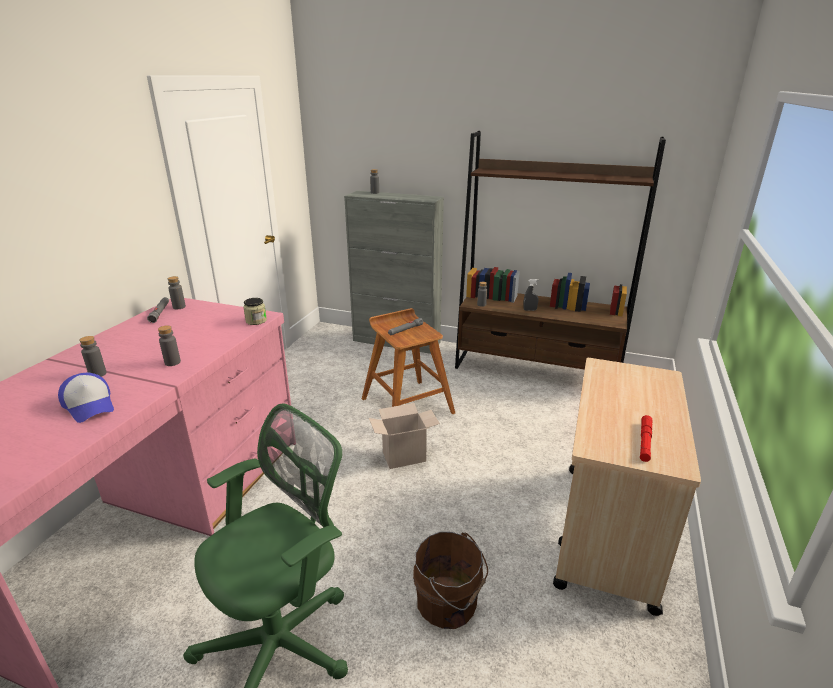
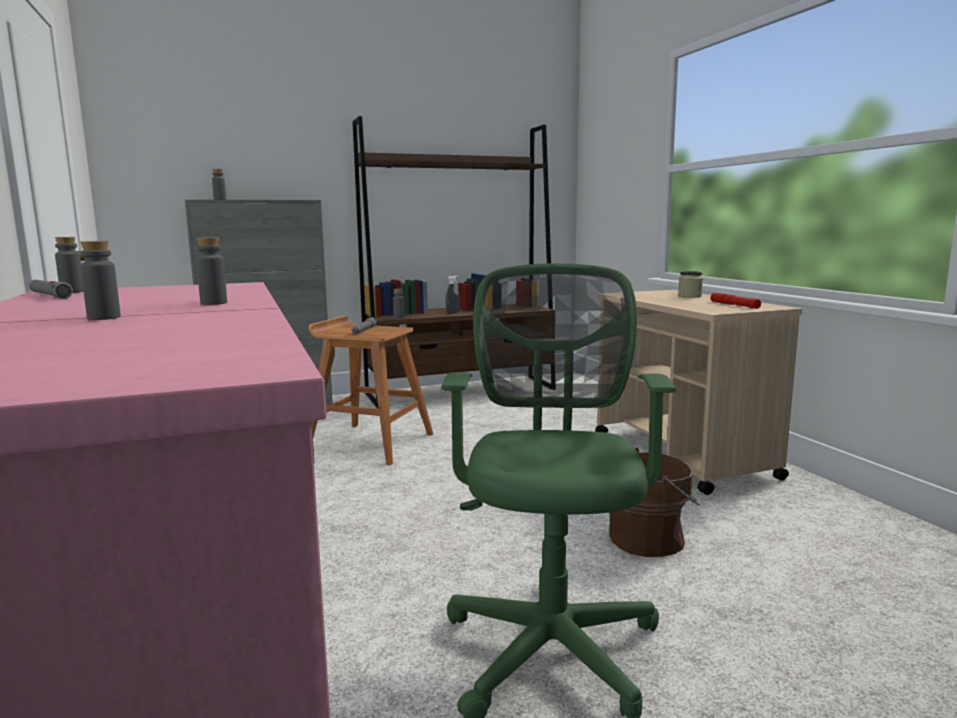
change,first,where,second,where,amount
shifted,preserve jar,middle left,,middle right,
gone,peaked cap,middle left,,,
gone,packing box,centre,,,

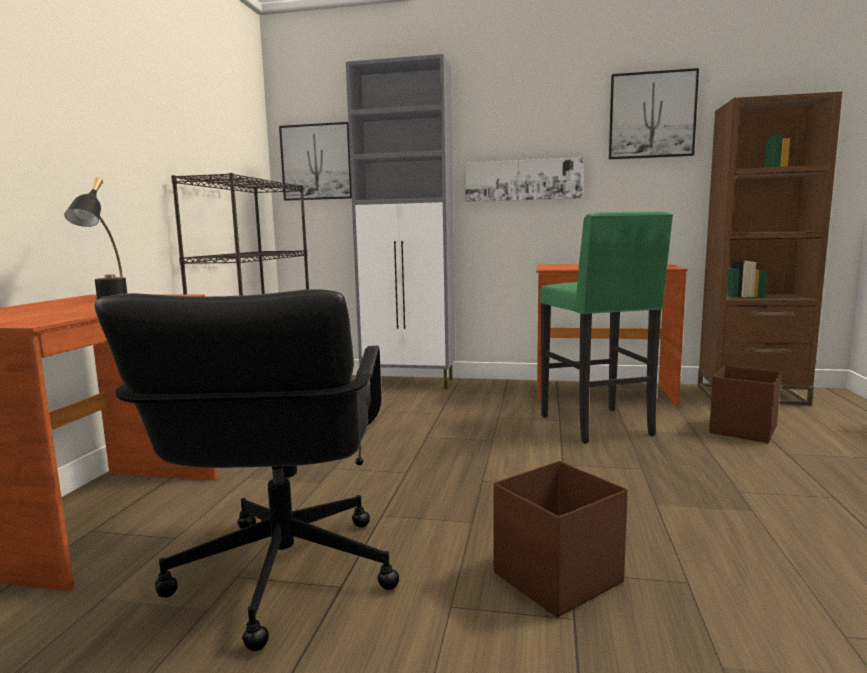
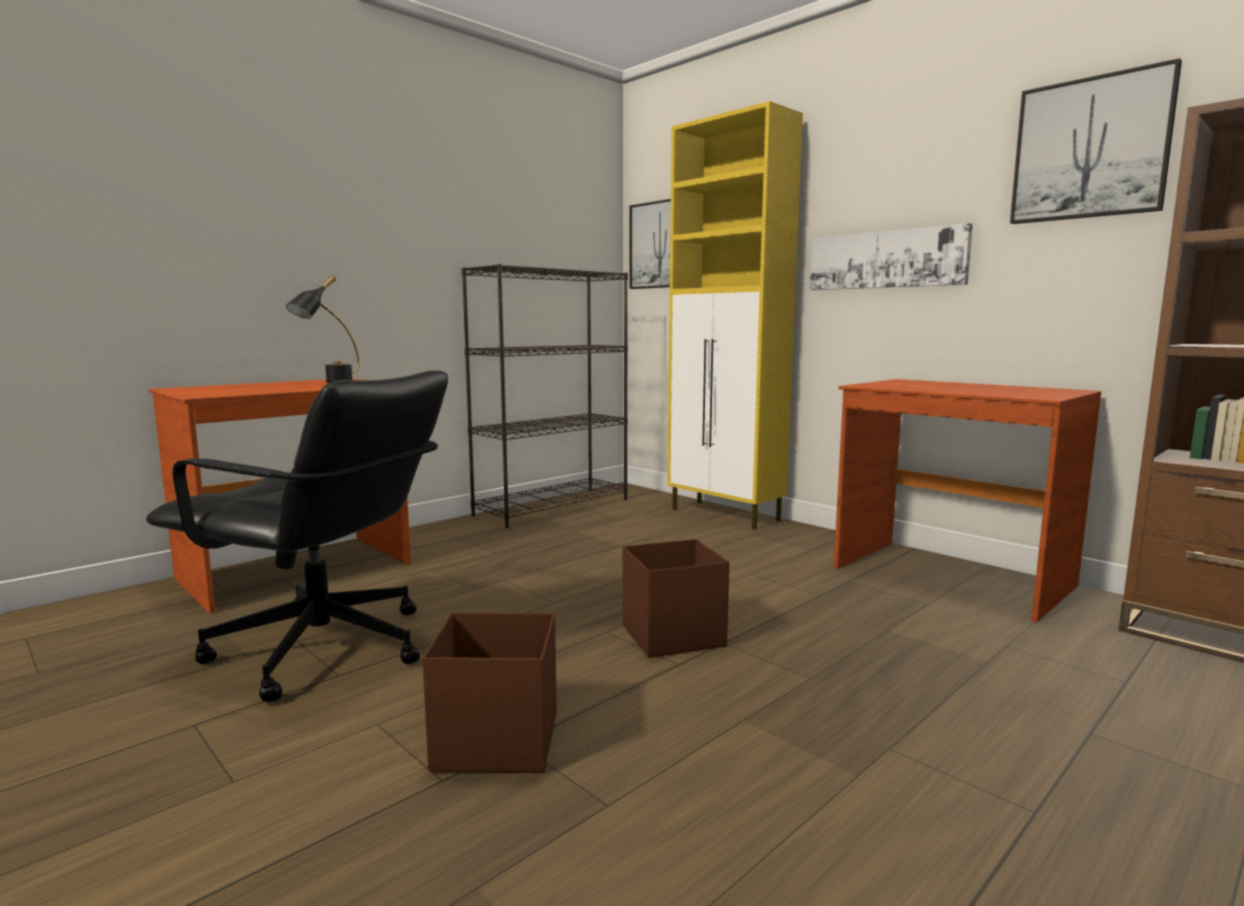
change,first,where,second,where,amount
repainted,cabinet in grey,top centre,cabinet in yellowish,centre,
gone,stool in green,middle right,,,
rotated,computer chair in black,bottom left,,middle left,105 degrees counterclockwise
shifted,storage container in brownish (no. 2 from left),middle right,,centre,

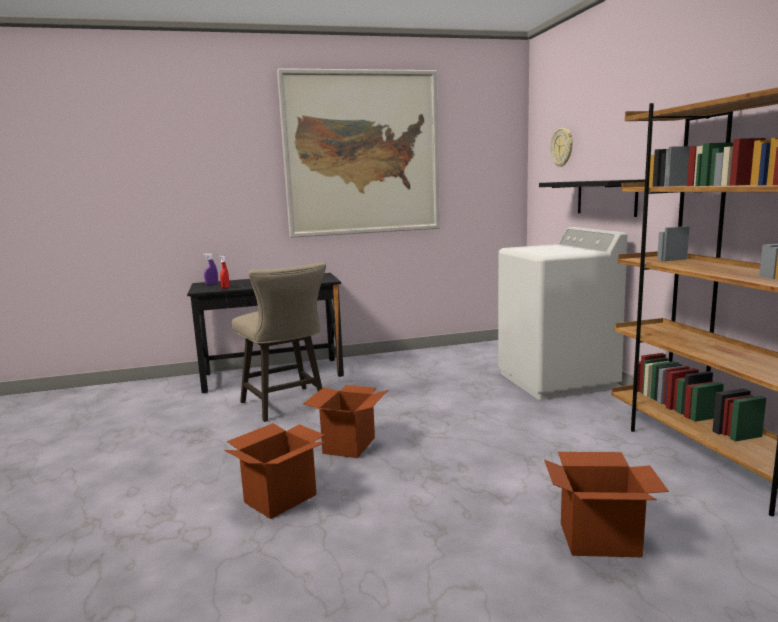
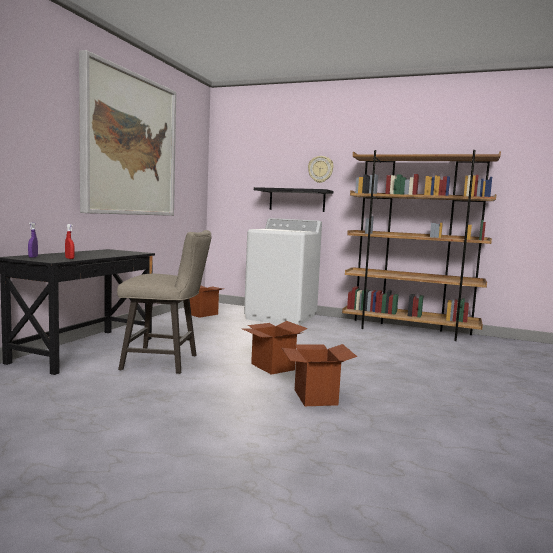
change,first,where,second,where,amount
shifted,wall clock,top right,,top centre,
shifted,packing box (no. 3 from left in the first image),bottom right,packing box (no. 1 from left),centre,

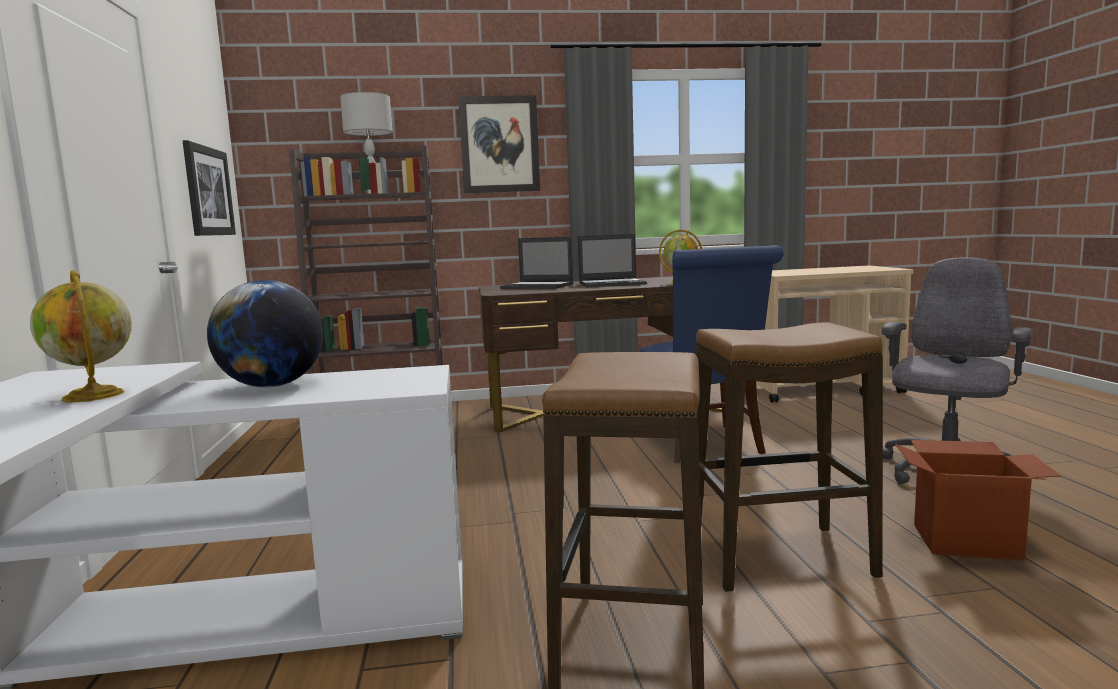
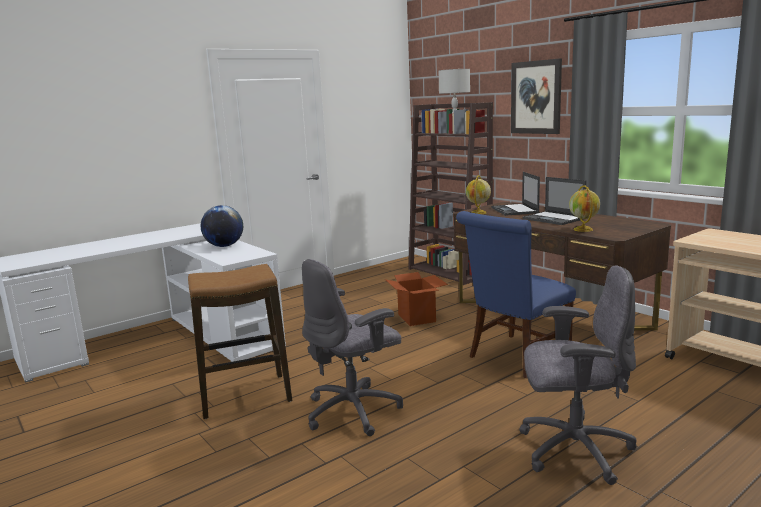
change,first,where,second,where,amount
gone,wall art (no. 1 from left),top left,,,
shifted,world globe (no. 1 from left in the first image),middle left,world globe (no. 2 from left),centre,
swapped,stool (no. 2 from left),middle right,computer chair in grey (no. 1 from left),bottom centre,
shifted,packing box,bottom right,,centre,

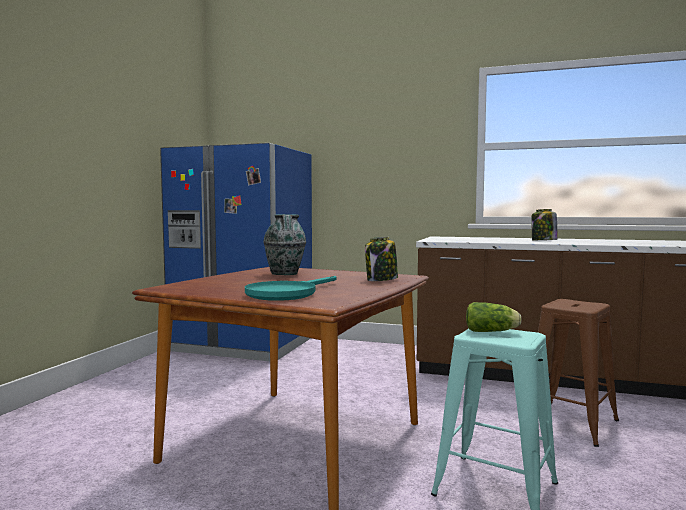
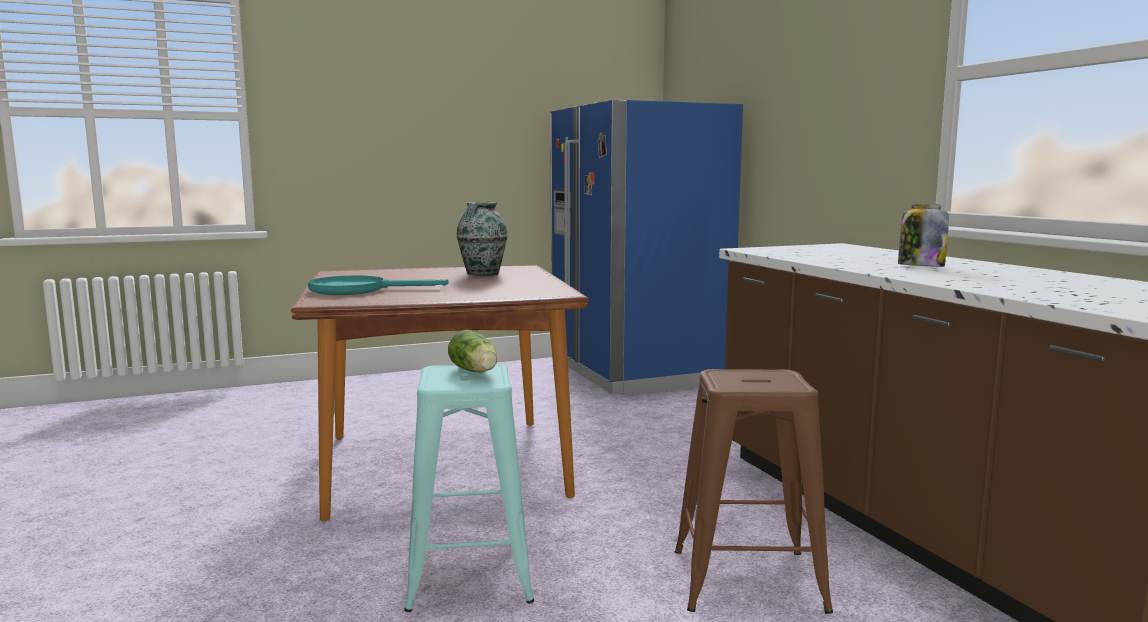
change,first,where,second,where,amount
gone,preserve jar (no. 1 from left),centre,,,

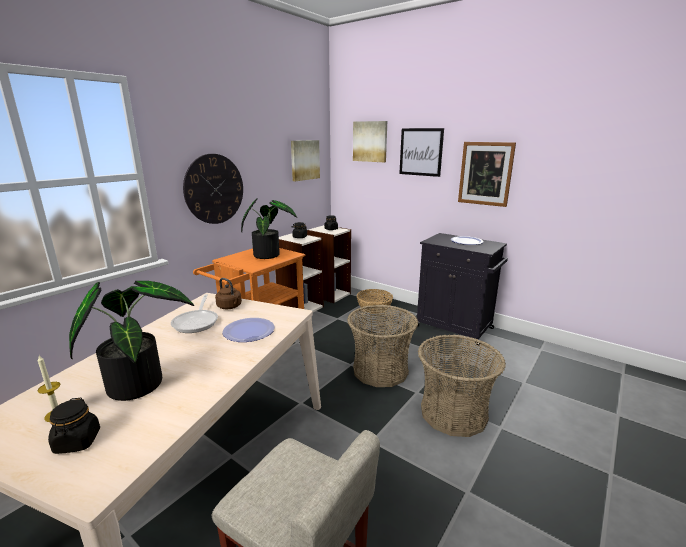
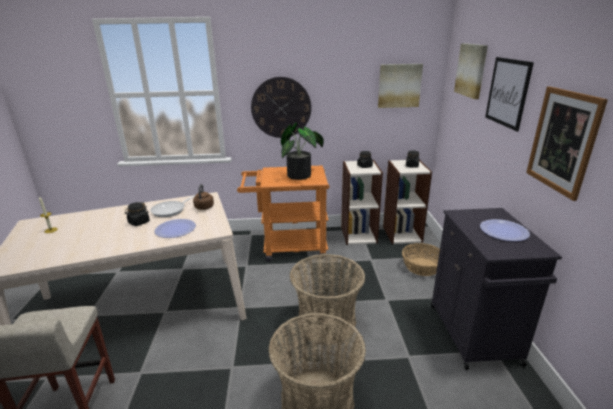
change,first,where,second,where,amount
gone,potted plant (no. 1 from left),middle left,,,
shifted,preserve jar in black (no. 1 from left),bottom left,,middle left,

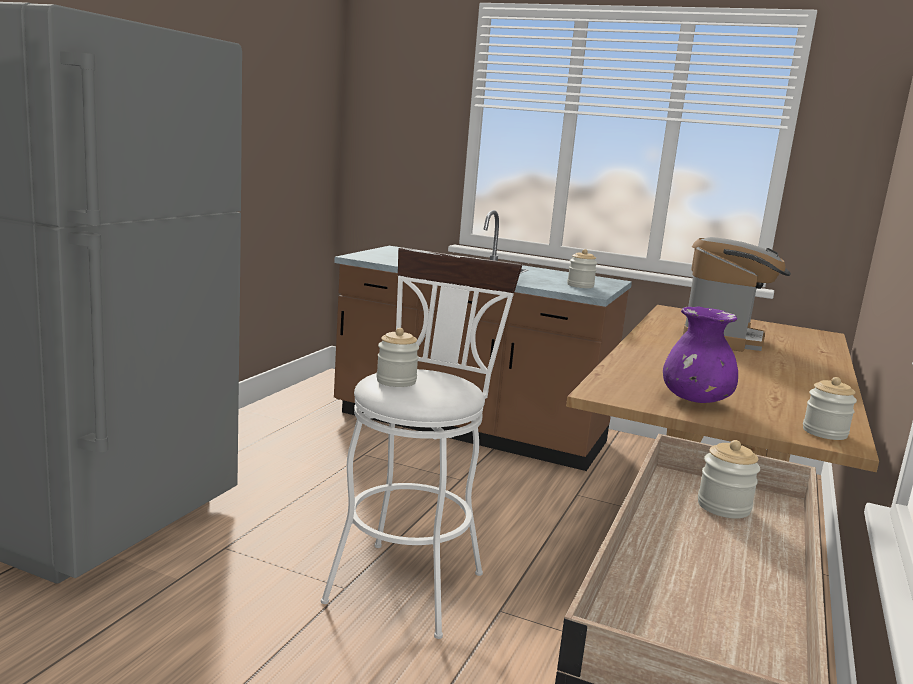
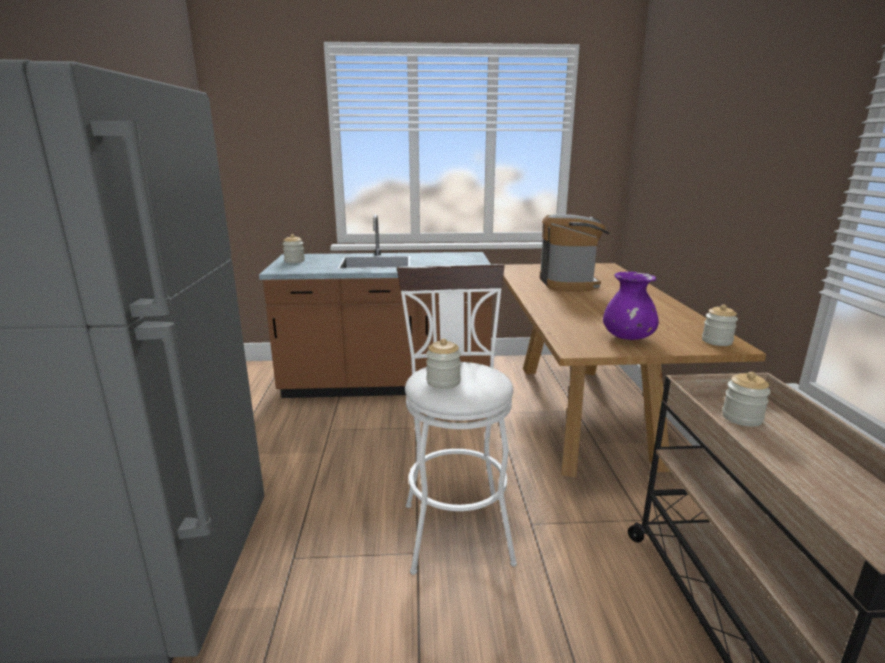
change,first,where,second,where,amount
shifted,preserve jar (no. 2 from left in the first image),centre,preserve jar (no. 1 from left),middle left,

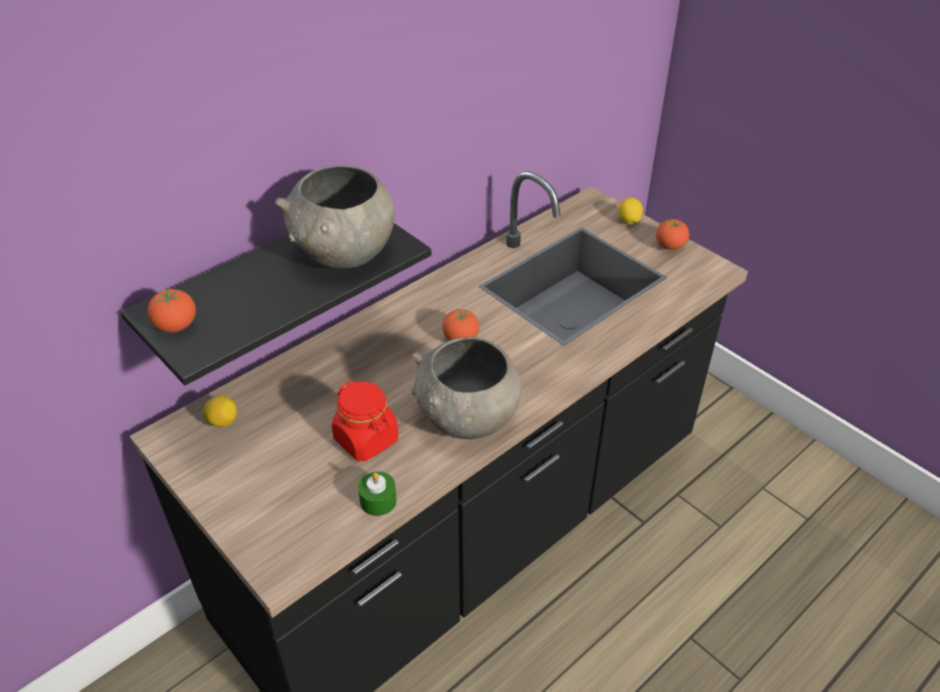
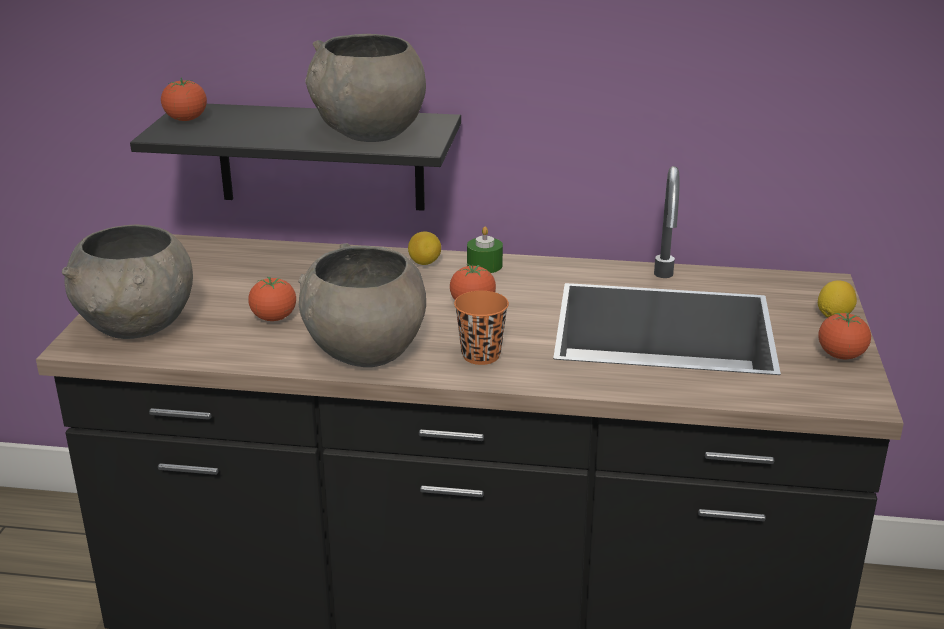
change,first,where,second,where,amount
swapped,preserve jar in reddish,centre,whole tomato (no. 2 from left),middle left,
shifted,lemon (no. 1 from left),middle left,,centre,
shifted,wax light in green,bottom centre,,centre,
new,,,deep dish in grey (no. 1 from left),middle left,
new,,,drinking cup in orange-coloured,centre,

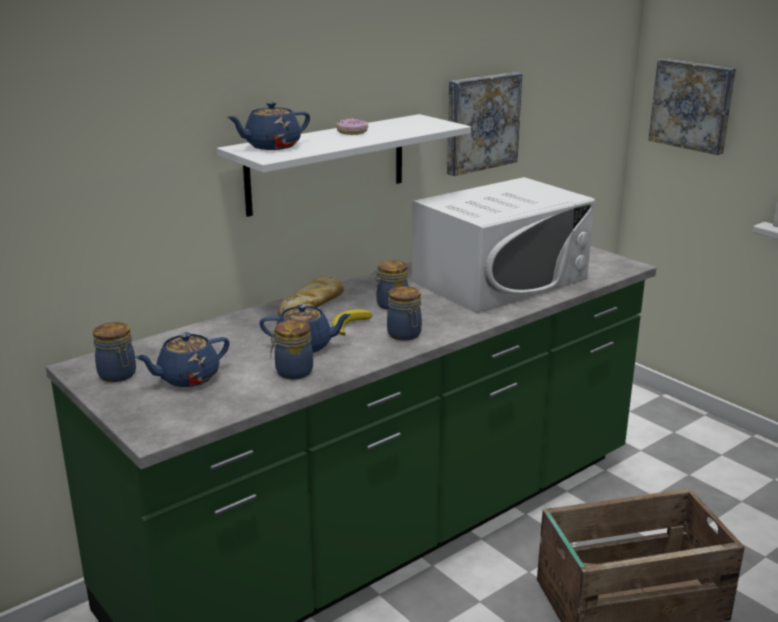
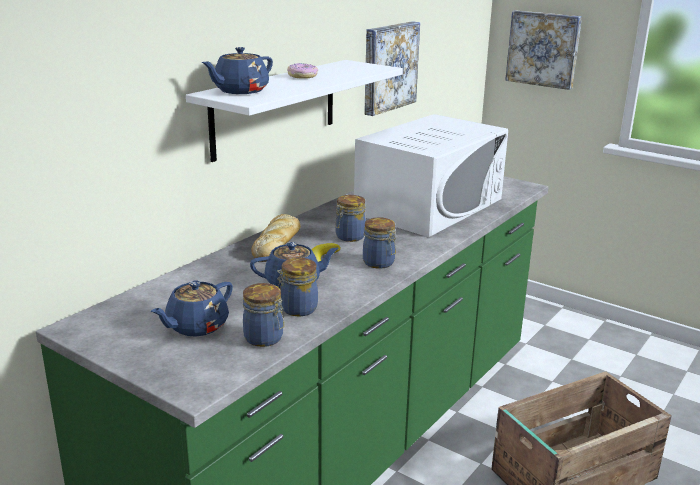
change,first,where,second,where,amount
shifted,preserve jar (no. 1 from left),middle left,,centre,

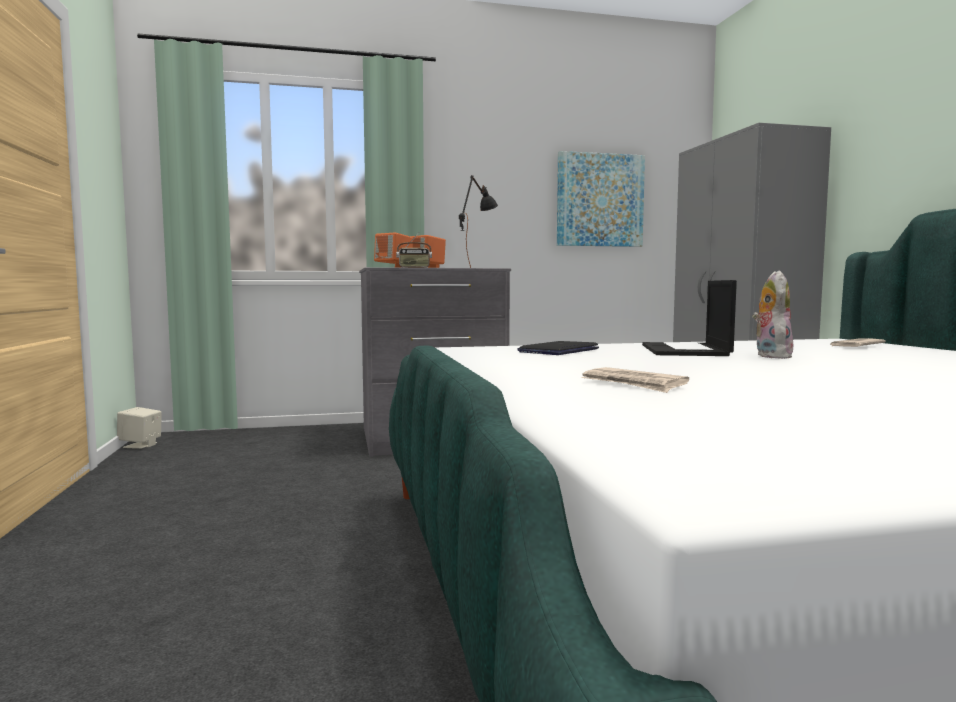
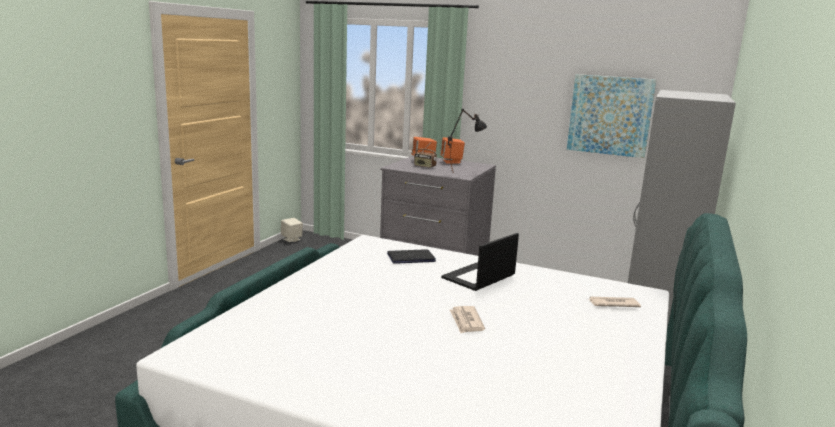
change,first,where,second,where,amount
gone,plush toy,middle right,,,
shifted,printed paper (no. 1 from left),centre,,bottom centre,

